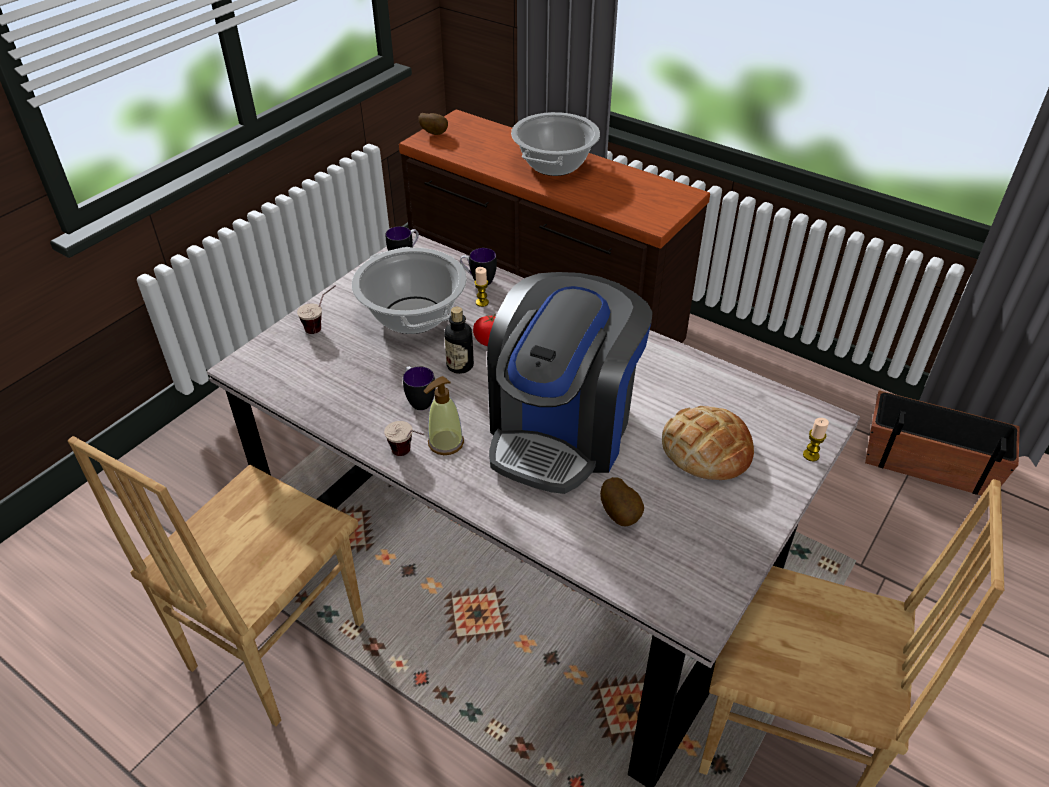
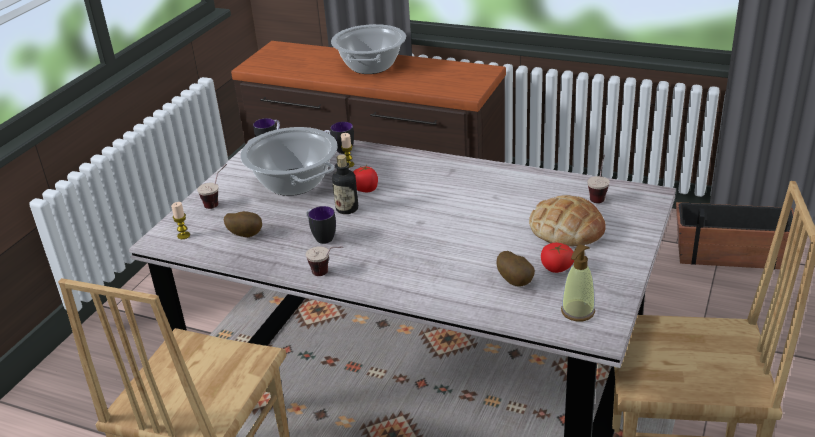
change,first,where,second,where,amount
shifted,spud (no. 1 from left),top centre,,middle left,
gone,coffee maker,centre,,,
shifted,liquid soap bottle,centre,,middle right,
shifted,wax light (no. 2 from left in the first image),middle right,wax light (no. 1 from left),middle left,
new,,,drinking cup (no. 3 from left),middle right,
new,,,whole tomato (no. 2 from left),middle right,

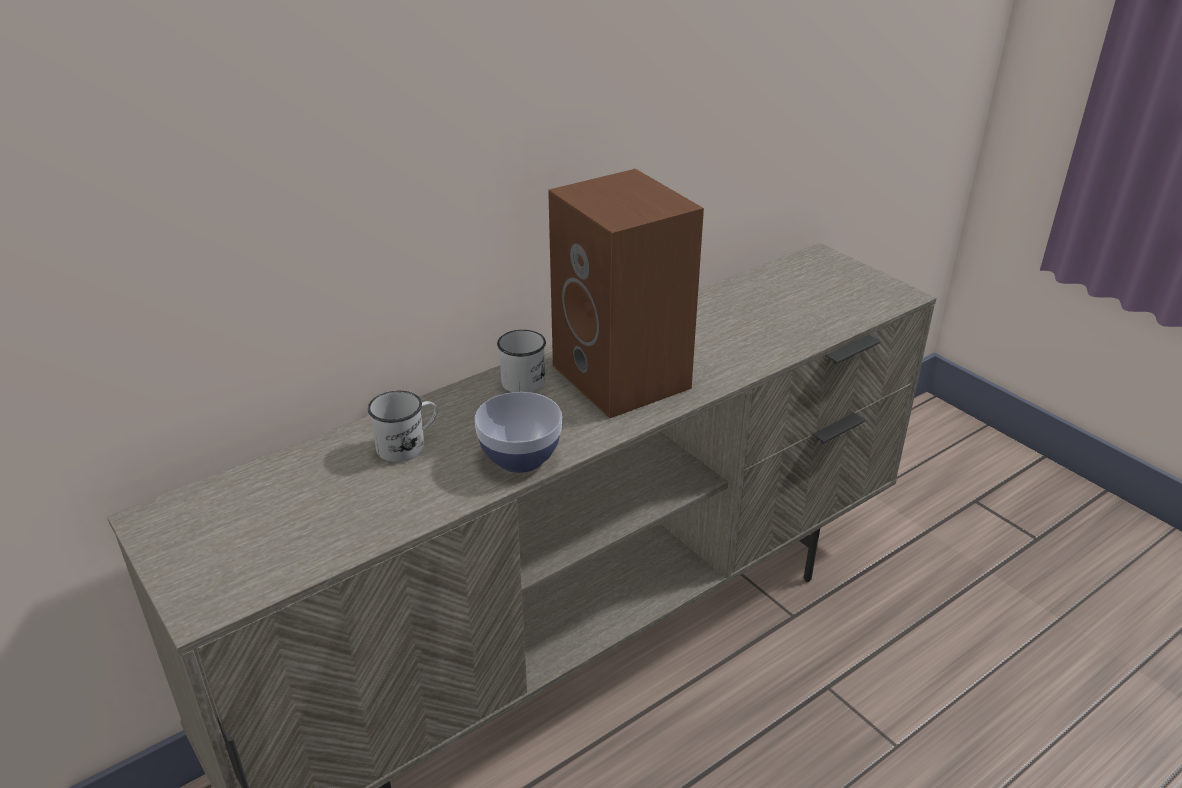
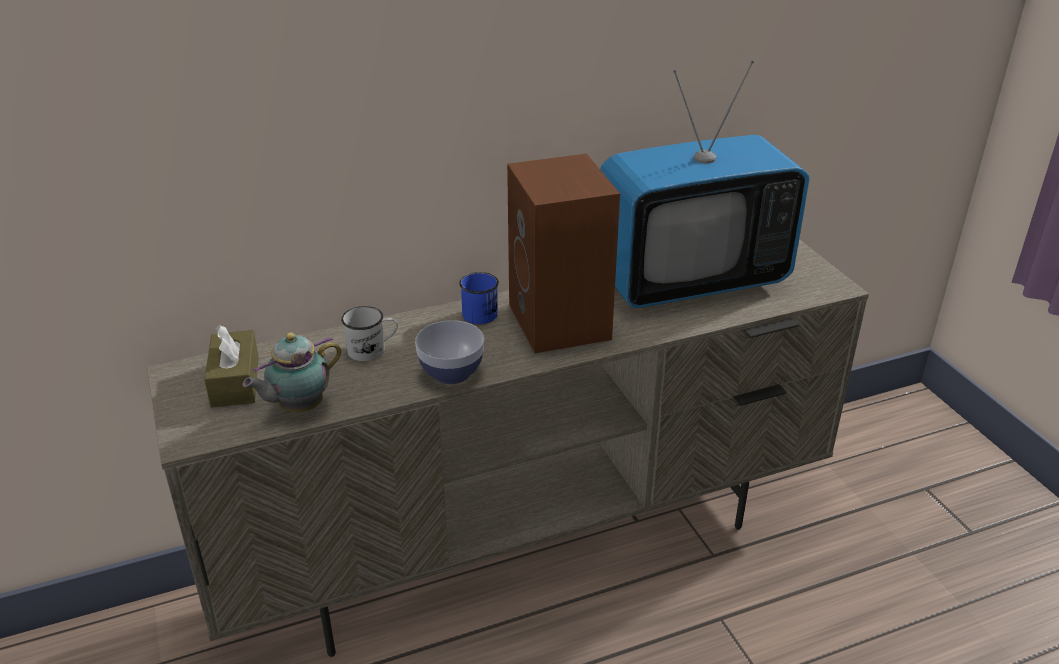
change,first,where,second,where,amount
repainted,mug in white (no. 2 from left),centre,mug in blue,centre,
new,,,TV,top centre,
new,,,tissue box in brownish,middle left,
new,,,teapot,middle left,

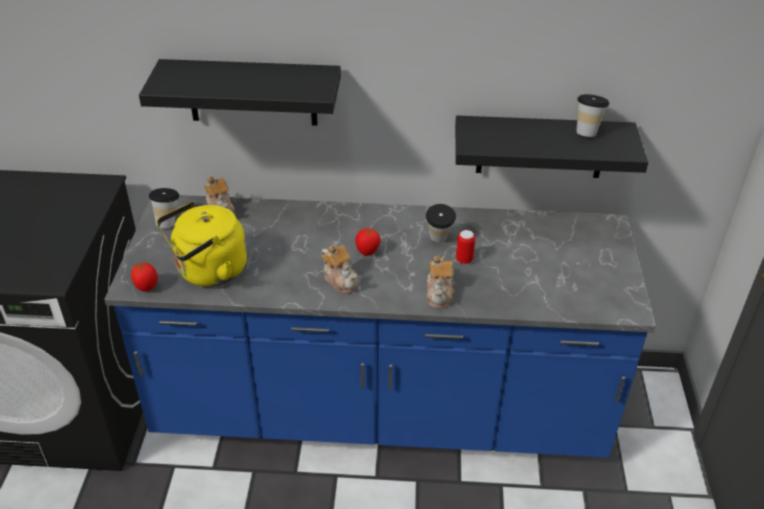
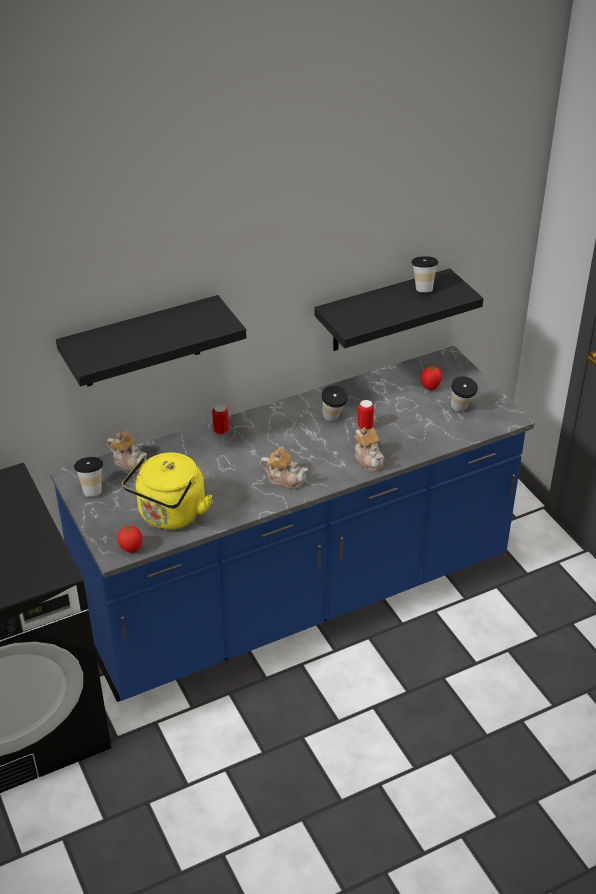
change,first,where,second,where,amount
shifted,whole tomato (no. 2 from left),centre,,middle right,
new,,,drinking cup (no. 4 from left),middle right,
new,,,sealed can (no. 1 from left),centre,

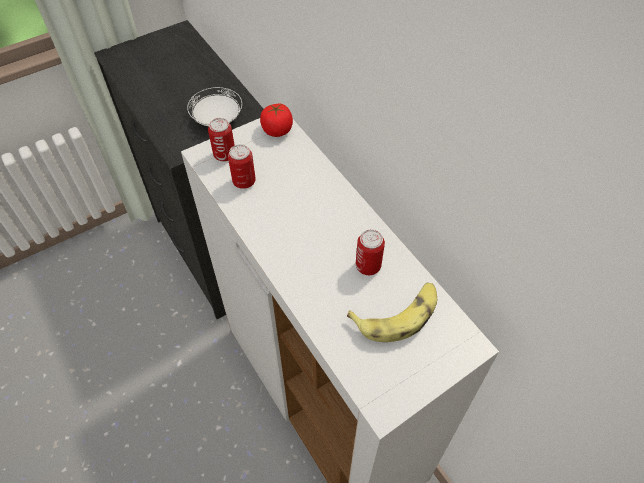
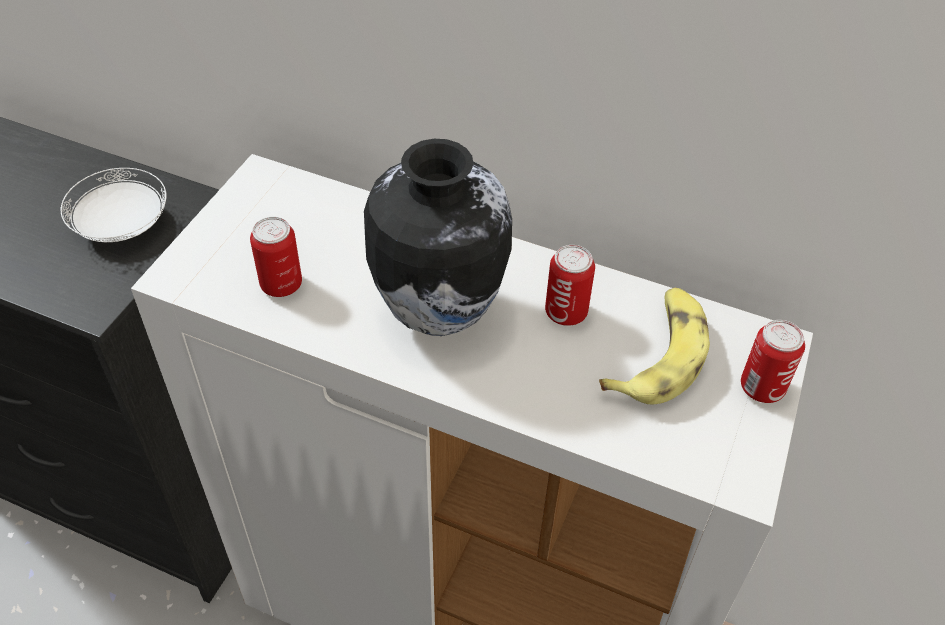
change,first,where,second,where,amount
gone,whole tomato,top centre,,,
shifted,sealed can (no. 1 from left in the first image),top centre,sealed can (no. 3 from left),middle right,
new,,,vase,centre,

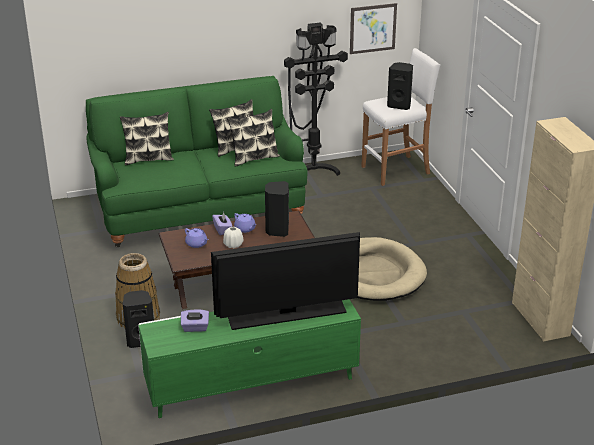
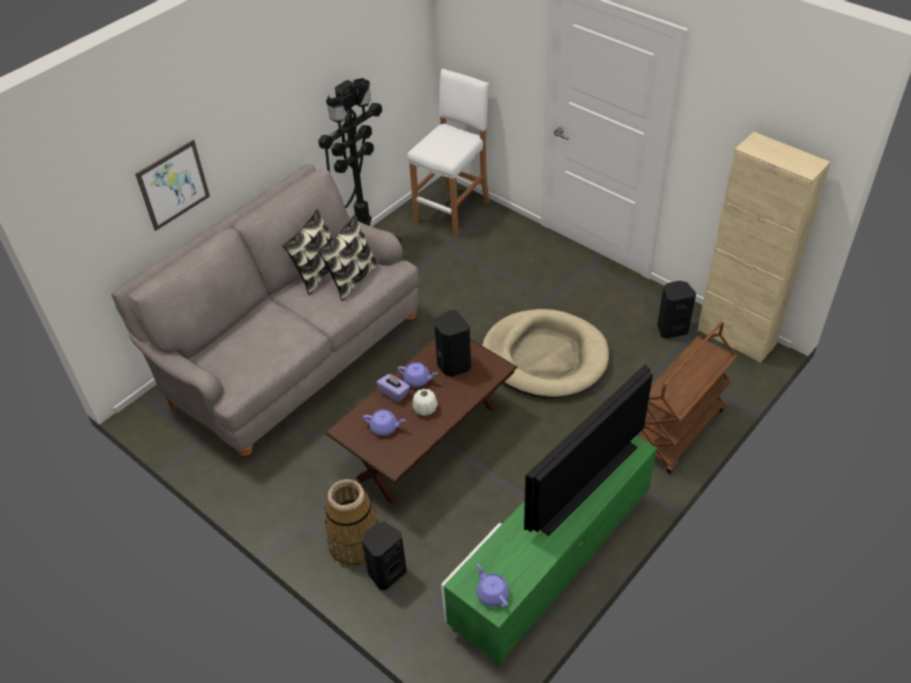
change,first,where,second,where,amount
shifted,wall art,top centre,,top left,
shifted,audio speaker in black (no. 3 from left),top right,,middle right,
repainted,settee in green,middle left,settee in grey,middle left,
gone,cushion (no. 1 from left),top left,,,
gone,tissue box in purple-coloured (no. 1 from left),bottom left,,,
new,,,cart in brownish,middle right,
new,,,teapot in purple-coloured (no. 3 from left),bottom centre,

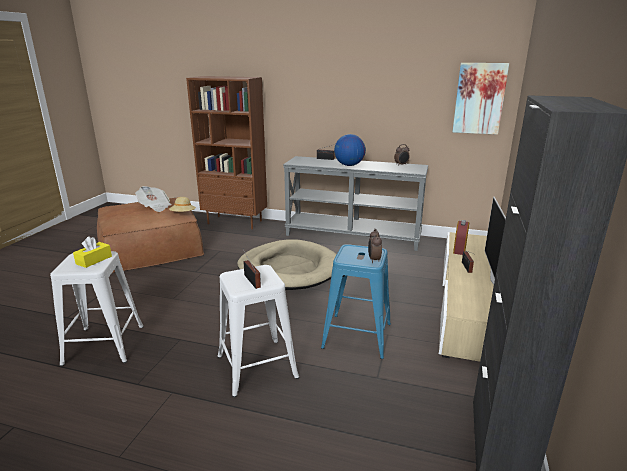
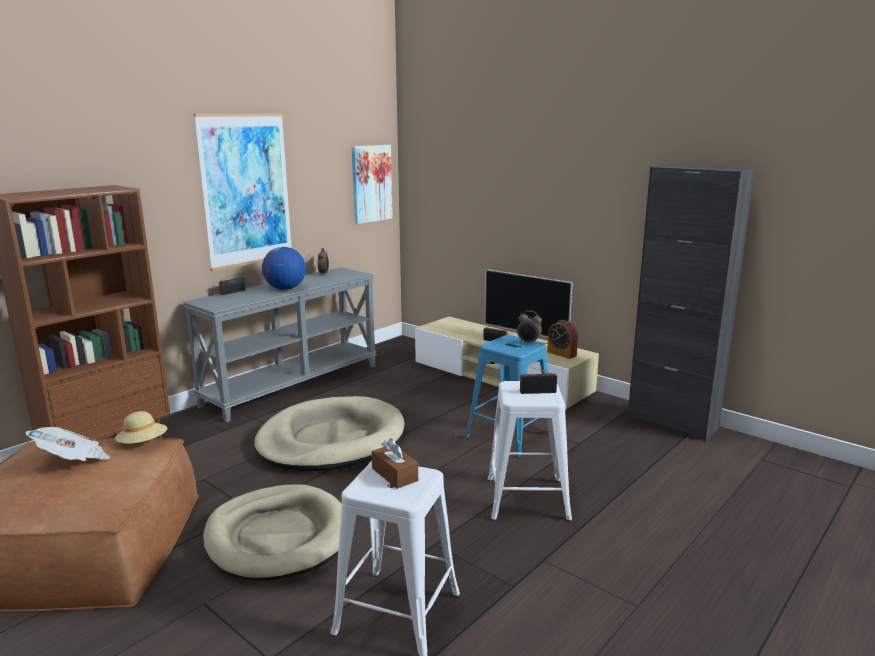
change,first,where,second,where,amount
shifted,table clock (no. 3 from left),middle right,,centre,
repainted,tissue box in yellowish,middle left,tissue box in brownish,bottom centre,
new,,,wall art (no. 1 from left),top left,
new,,,pet bed in beige (no. 1 from left),bottom left,

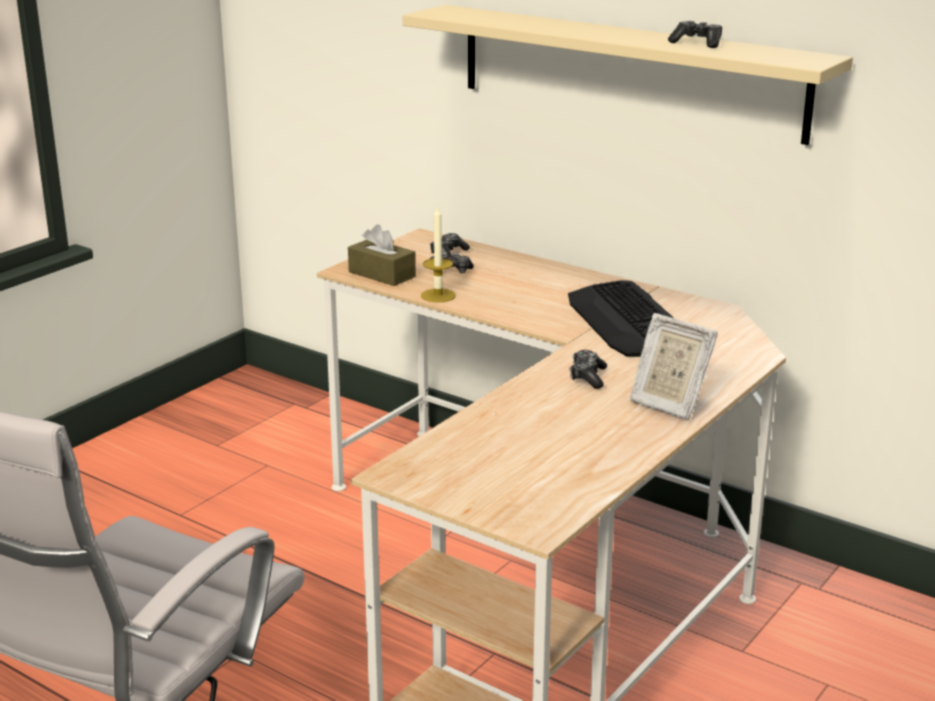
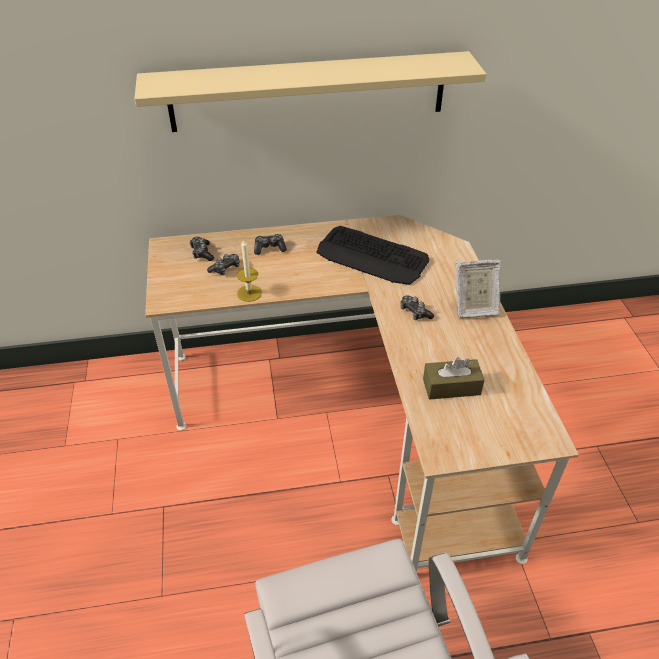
change,first,where,second,where,amount
shifted,game controller (no. 4 from left in the first image),top right,game controller (no. 3 from left),centre,
shifted,tissue box in brownish,centre,,middle right,

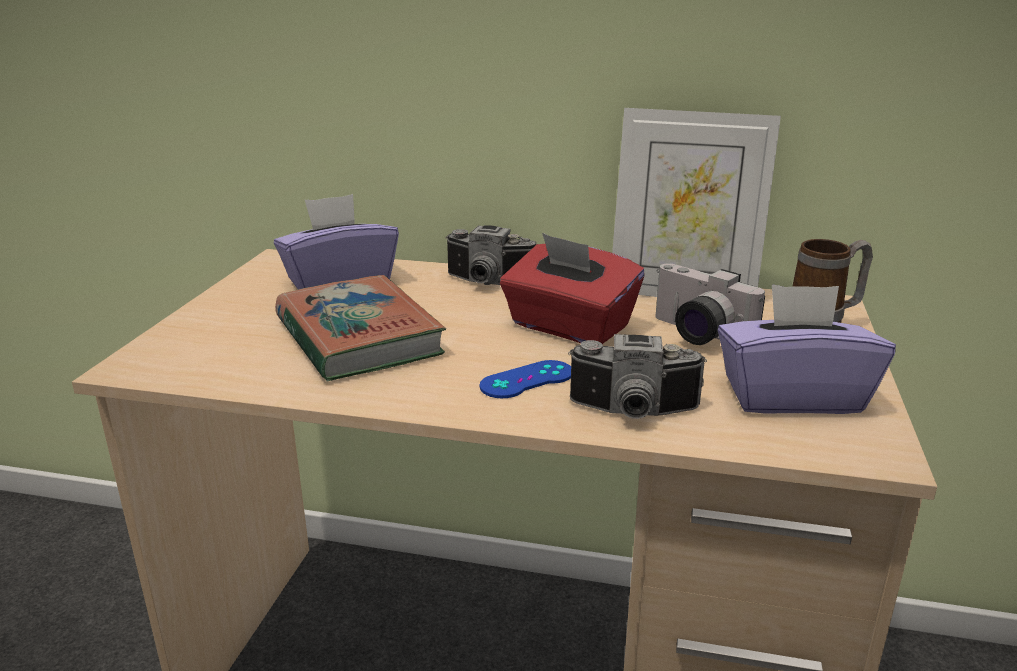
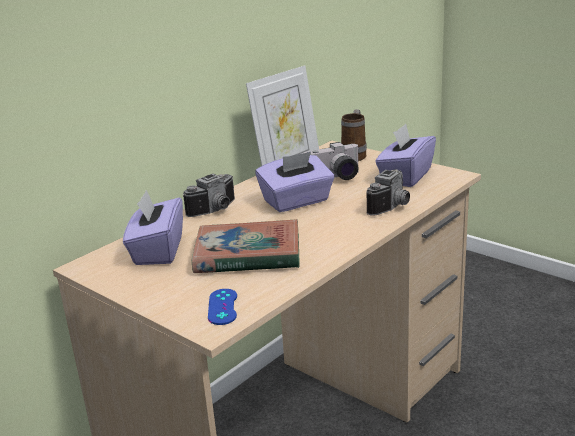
change,first,where,second,where,amount
repainted,tissue box in reddish,centre,tissue box in purple-coloured (no. 2 from left),centre,
shifted,game controller in blue,centre,,bottom centre,

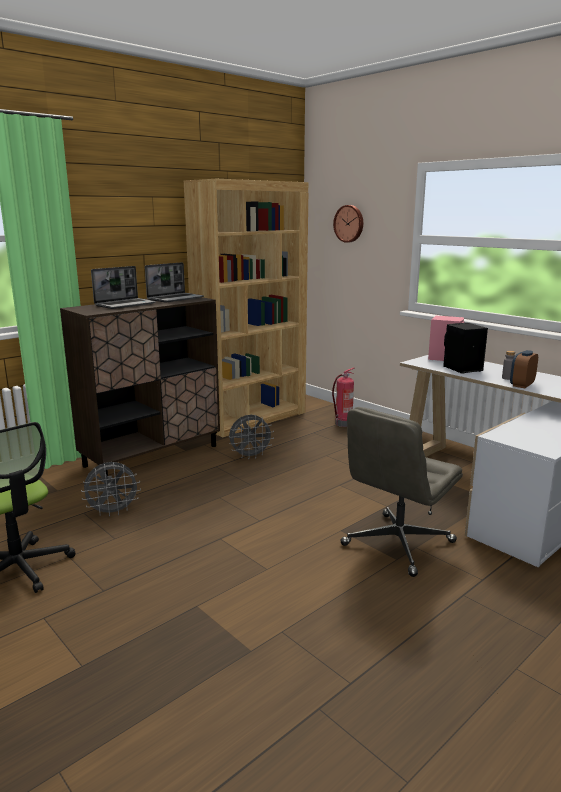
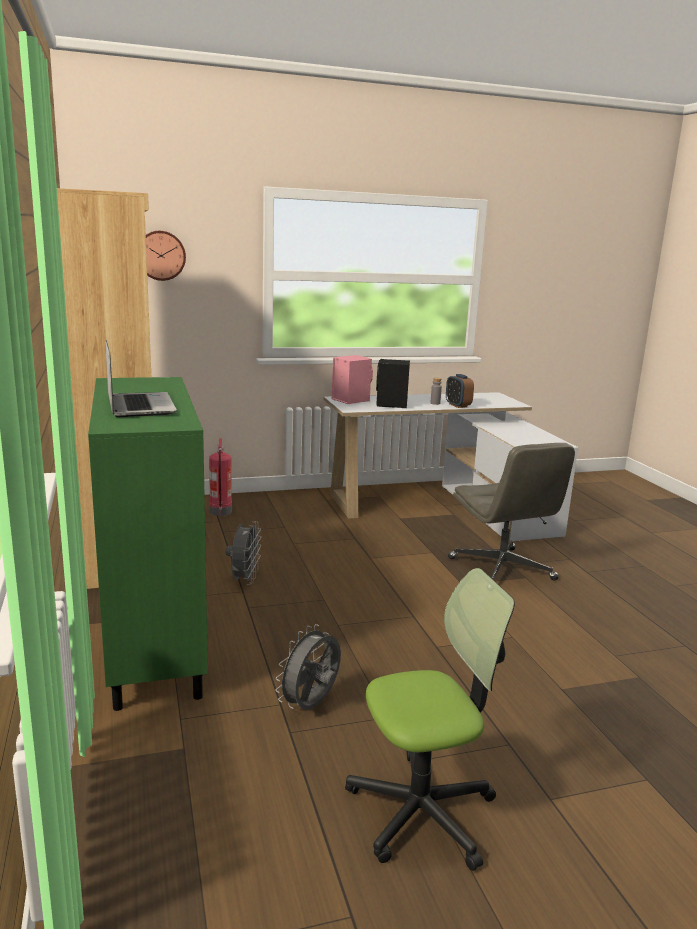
change,first,where,second,where,amount
gone,portable computer (no. 2 from left),middle left,,,
repainted,cabinet in brownish,middle left,cabinet in green,middle left,
rotated,fan in grey (no. 1 from left in the first image),middle left,fan in grey (no. 2 from left),bottom centre,150 degrees counterclockwise

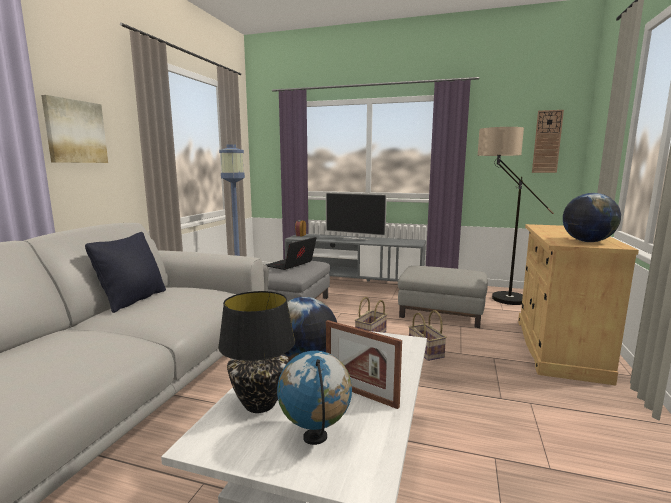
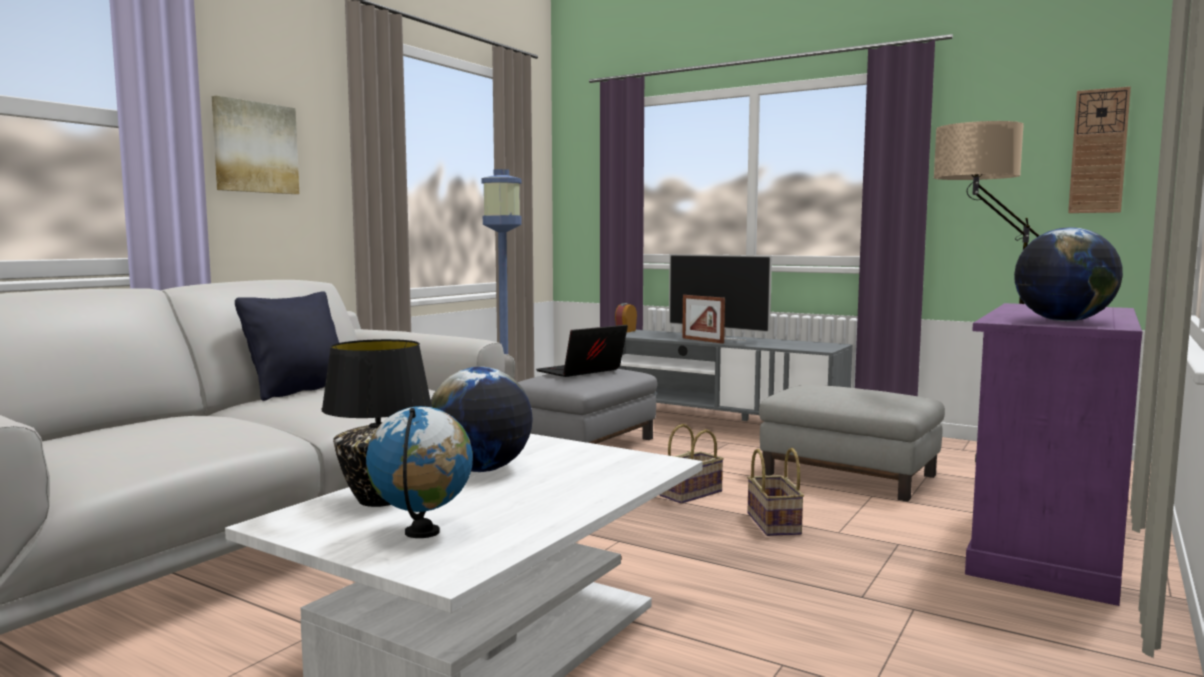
change,first,where,second,where,amount
repainted,cabinet in beige,middle right,cabinet in purple-coloured,bottom right,
shifted,photo frame,bottom centre,,centre,

